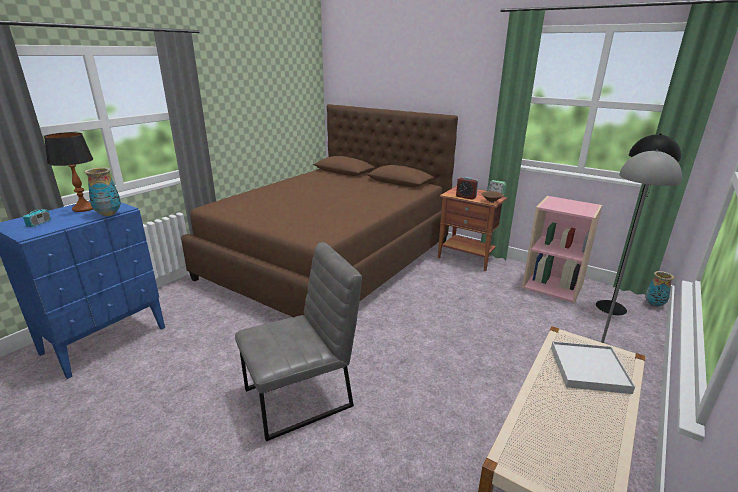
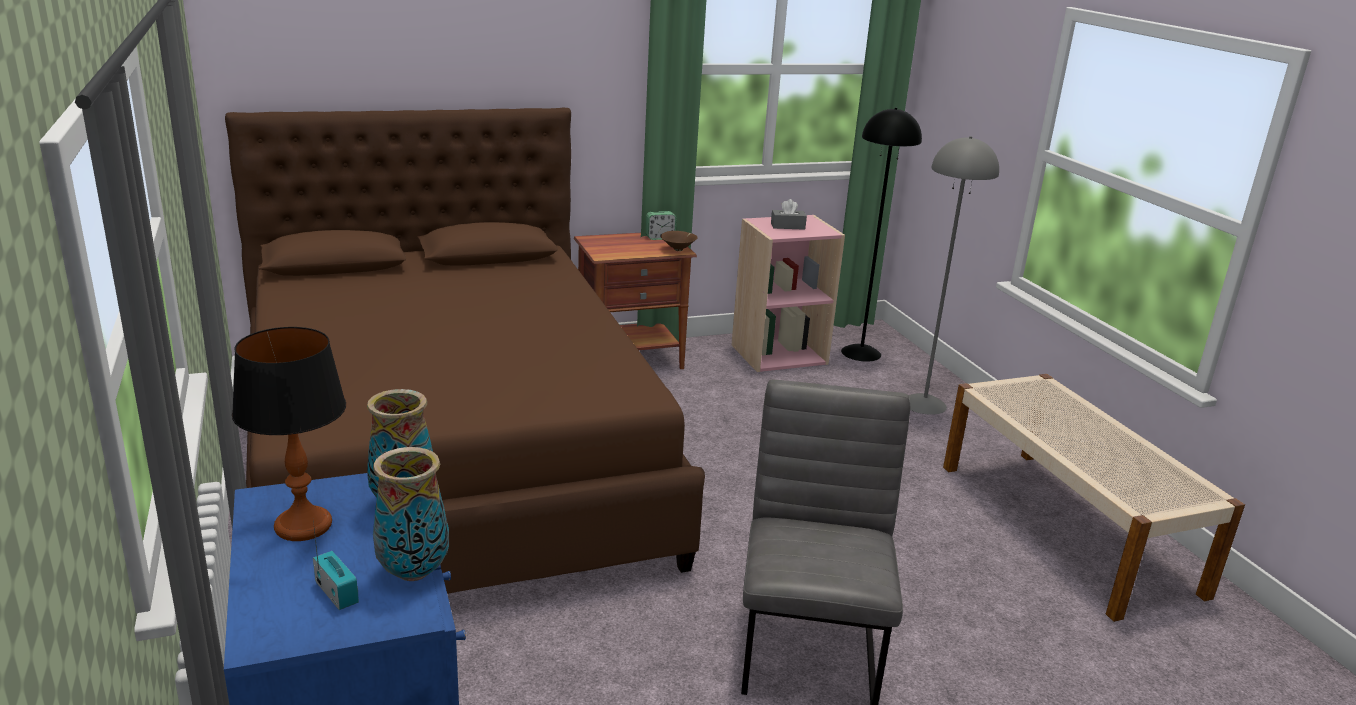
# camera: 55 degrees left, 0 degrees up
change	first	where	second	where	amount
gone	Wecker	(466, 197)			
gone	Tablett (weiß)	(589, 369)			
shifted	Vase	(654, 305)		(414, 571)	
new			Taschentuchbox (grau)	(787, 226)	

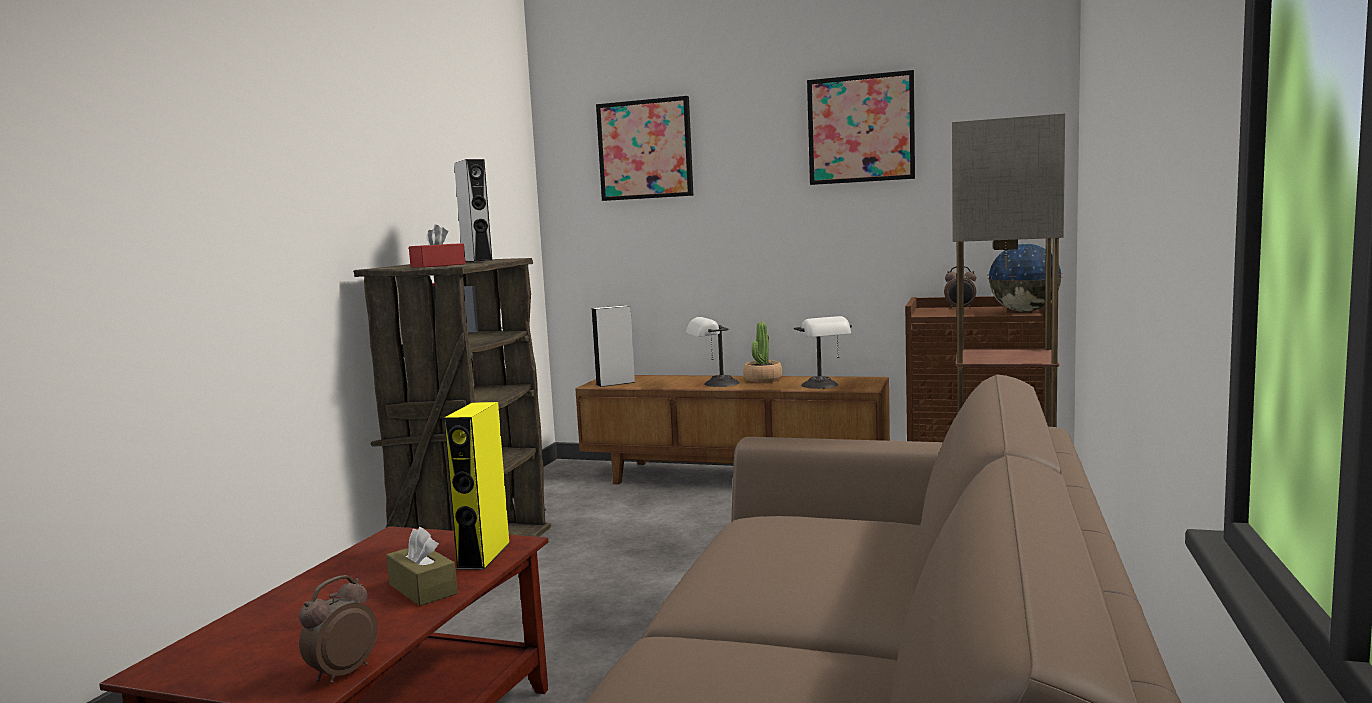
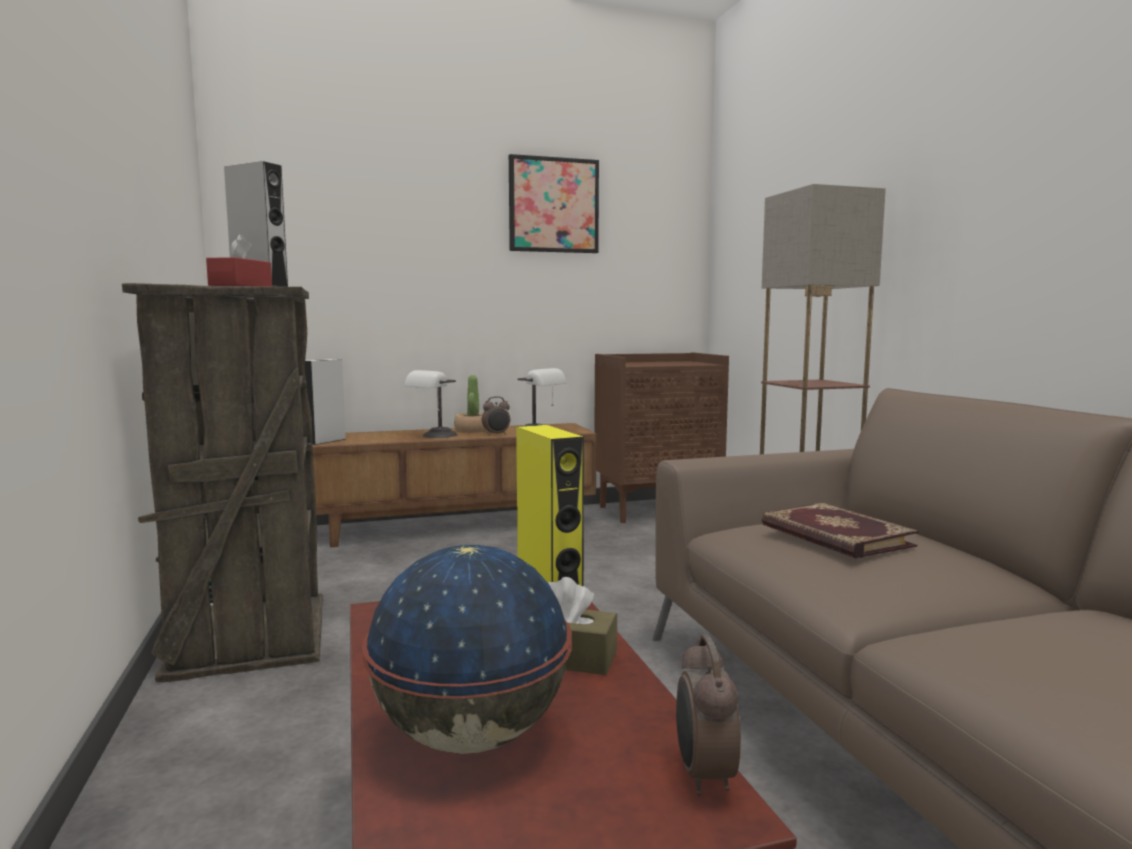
# camera: 35 degrees left, 0 degrees up
change	first	where	second	where	amount
gone	Bild	(645, 149)			
shifted	Wecker	(960, 308)		(496, 434)	
shifted	Globus	(1024, 311)		(470, 735)	
new			Buch	(834, 536)	

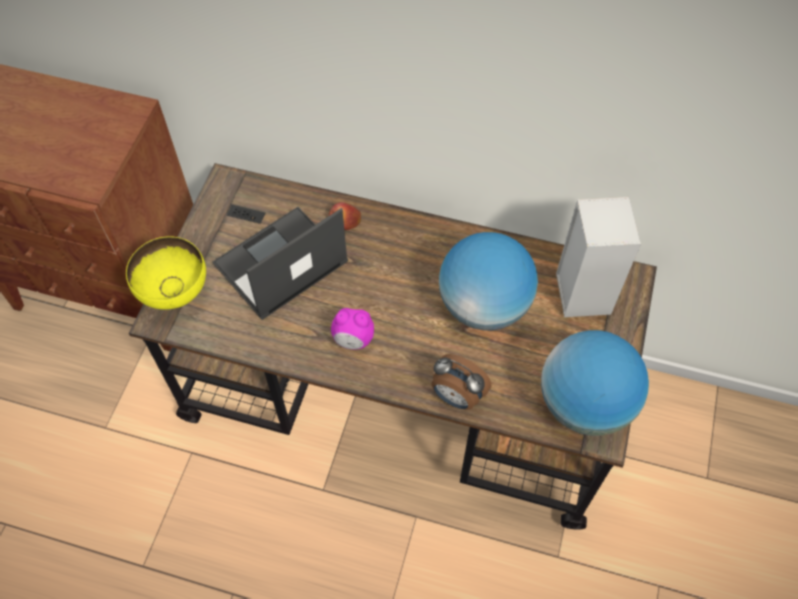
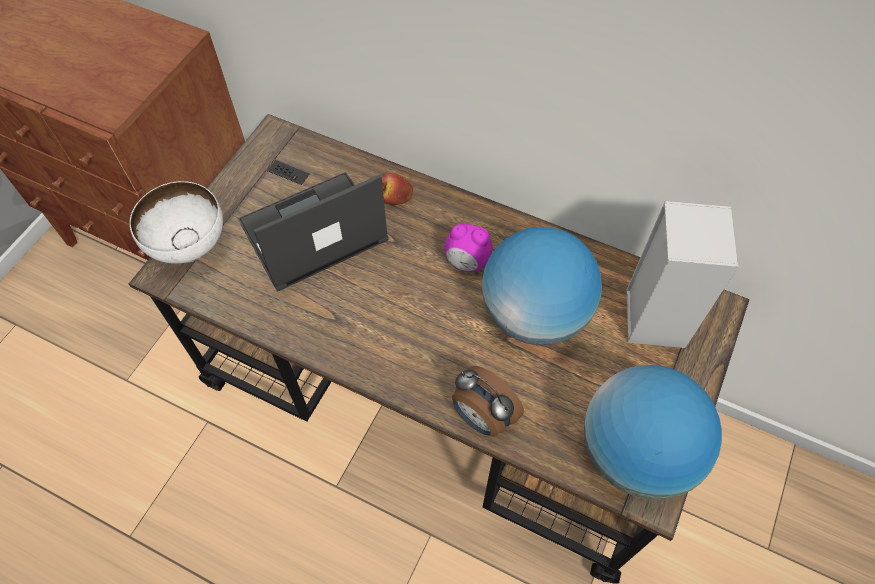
# camera: 10 degrees right, 0 degrees up
change	first	where	second	where	amount
repainted	Schüssel (gelb)	(175, 293)	Schüssel (weiß)	(190, 247)	
shifted	Wecker	(353, 340)		(467, 262)	

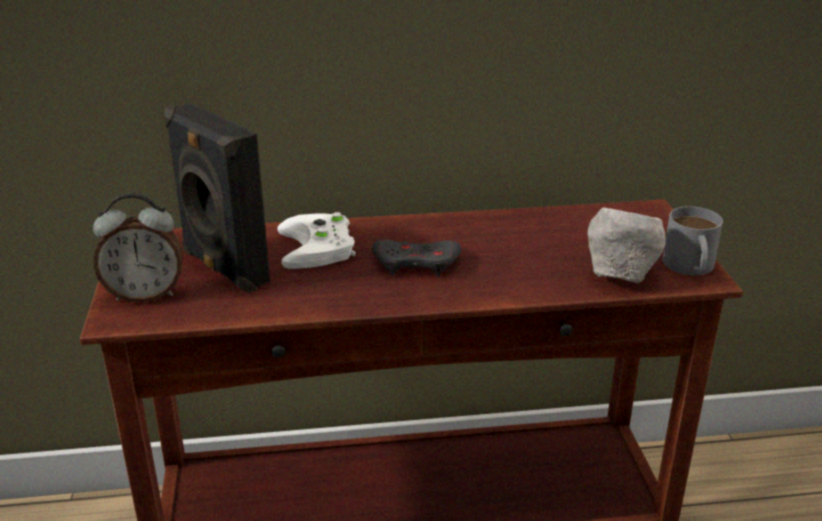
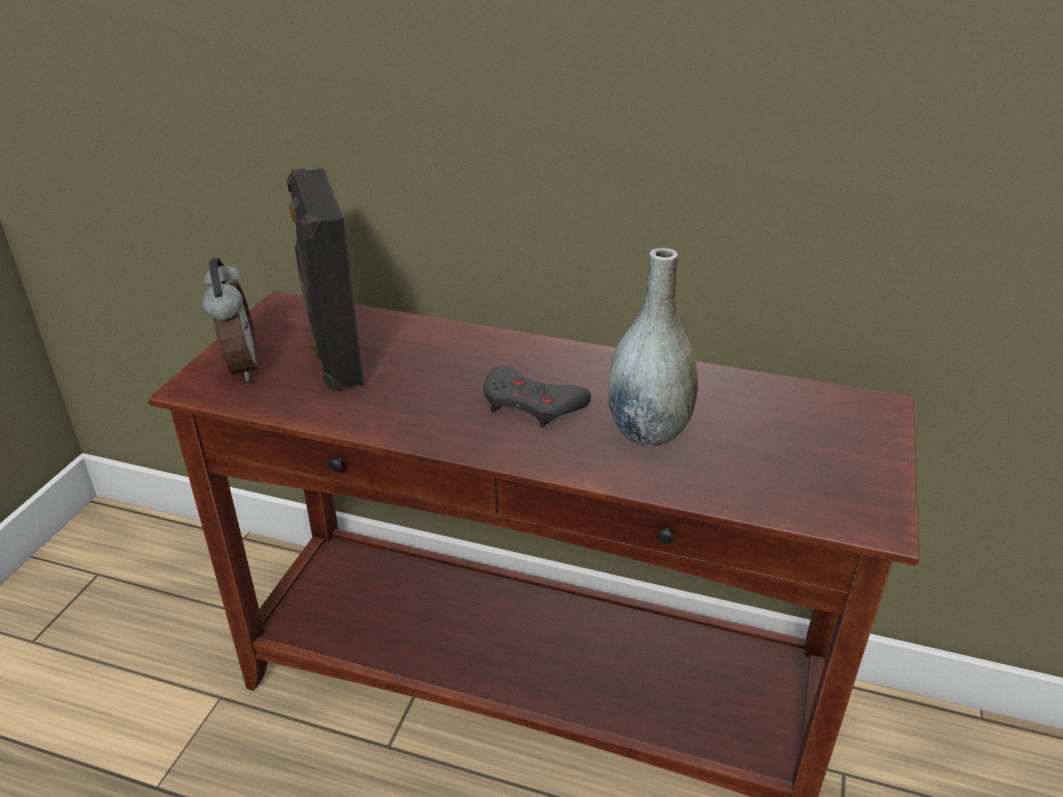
# camera: 25 degrees right, 5 degrees up
change	first	where	second	where	amount
rotated	Wecker	(145, 294)		(240, 367)	120 degrees counterclockwise
gone	Gamepad (weiß)	(320, 247)			
gone	Schüssel (grau)	(620, 278)			
gone	Henkelbecher (grau)	(690, 268)			
new			Vase (grau)	(648, 432)	

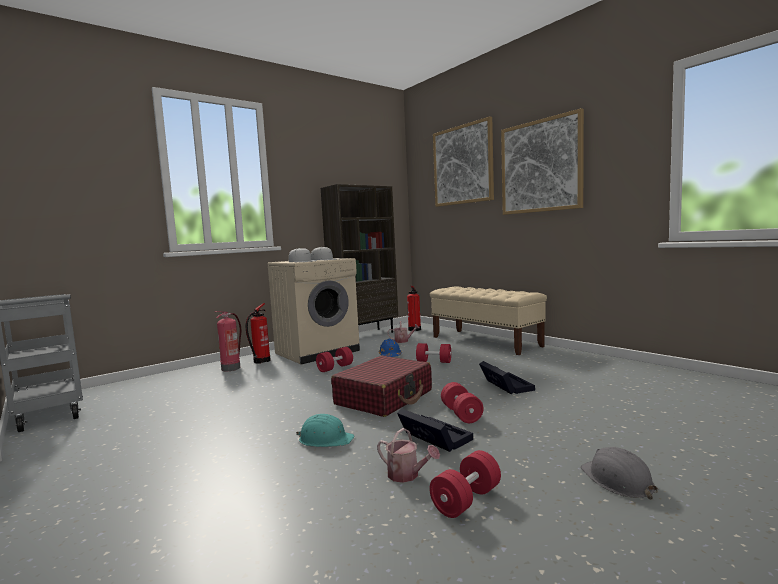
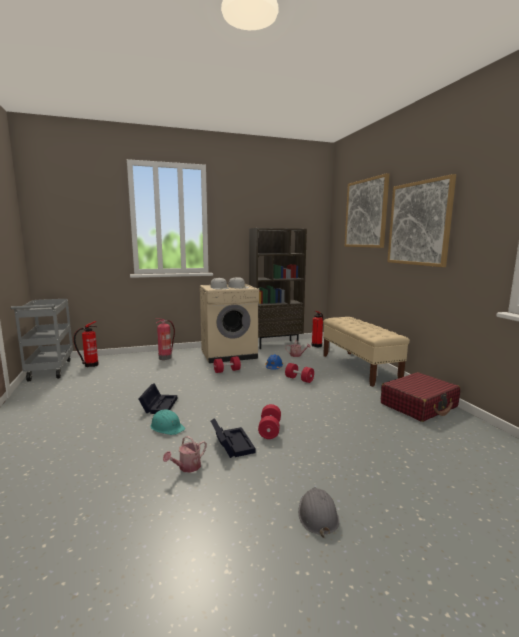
# camera: 20 degrees right, 5 degrees up
change	first	where	second	where	amount
shifted	Feuerlöscher	(260, 361)		(90, 365)	
shifted	Koffer (rot)	(384, 397)		(419, 405)	
rotated	Gießkanne	(407, 475)		(187, 467)	75 degrees clockwise
gone	Hantel (rot)	(466, 500)			
shifted	Aufbewahrungsbox (schwarz)	(505, 385)		(159, 405)	

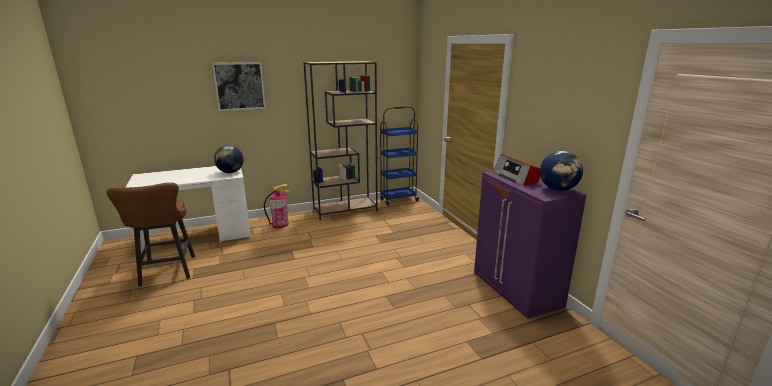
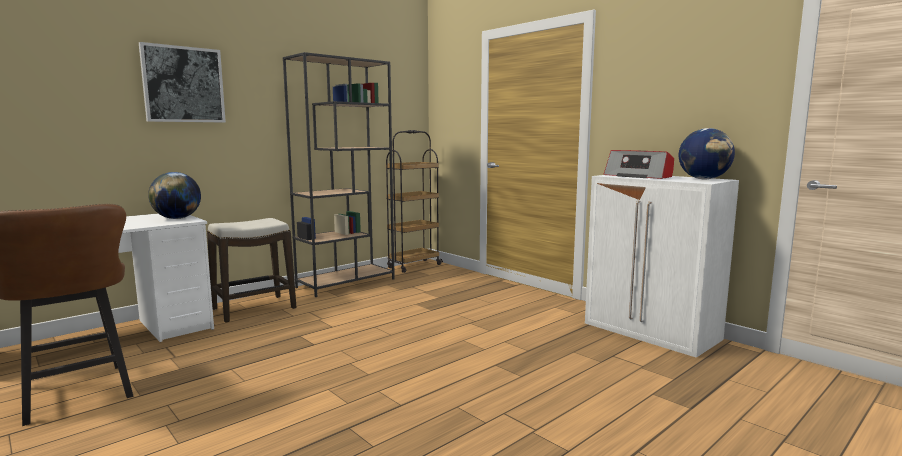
# camera: 20 degrees left, 10 degrees down
change	first	where	second	where	amount
swapped	Feuerlöscher	(280, 224)	Hocker	(254, 309)	
repainted	Rollwagen (blau)	(398, 200)	Rollwagen (braun)	(414, 266)	
repainted	Schrank (lila)	(517, 288)	Schrank (weiß)	(651, 331)	

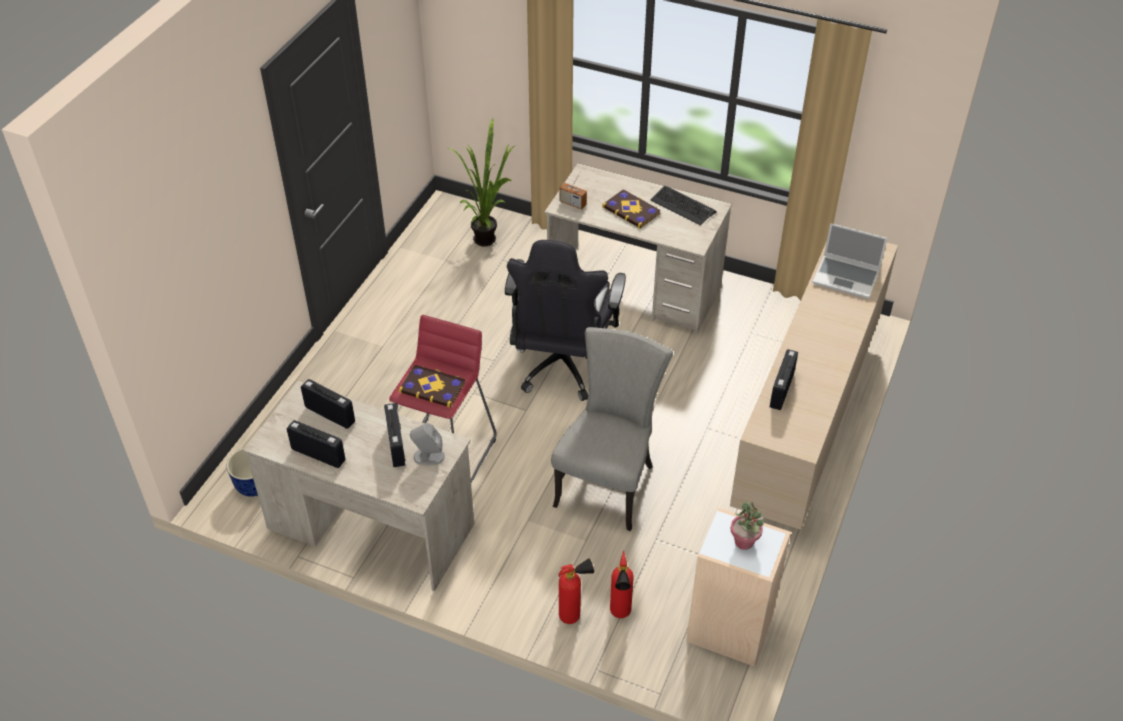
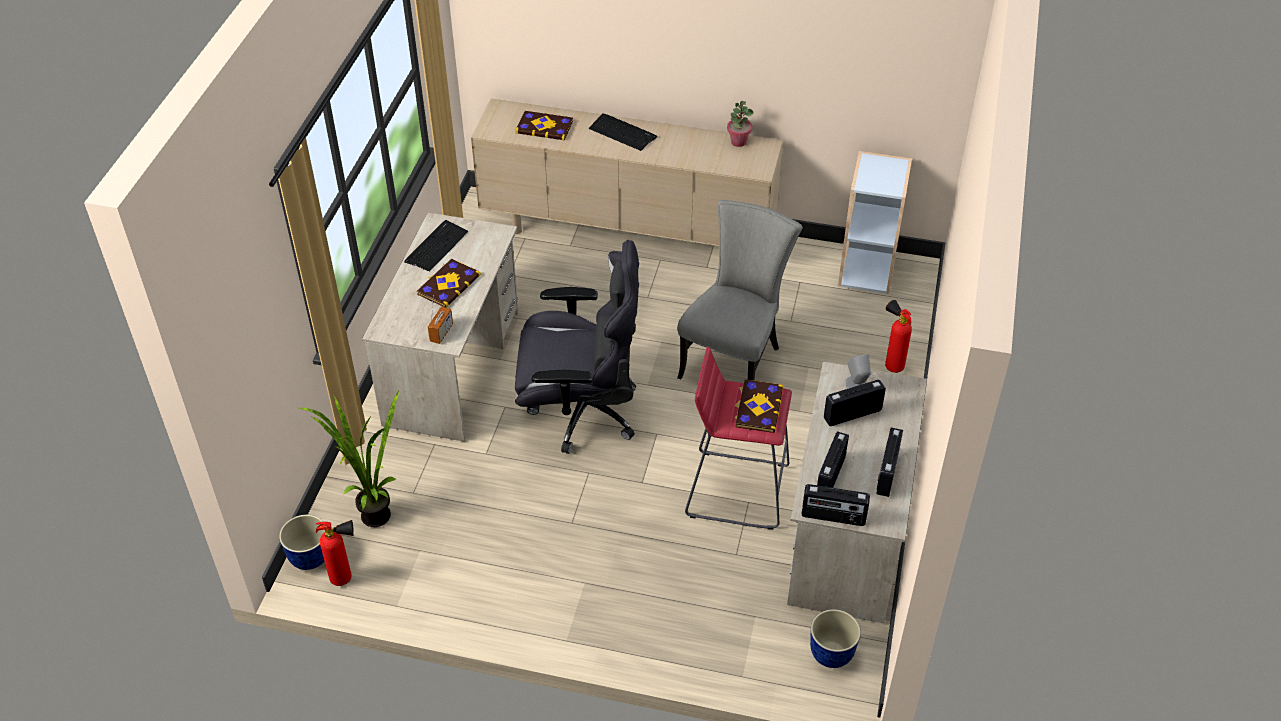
# camera: 100 degrees left, 0 degrees up
change	first	where	second	where	amount
rotated	Stuhl (grau)	(608, 481)		(734, 359)	105 degrees clockwise
shifted	Feuerlöscher	(620, 615)		(346, 578)	
shifted	Topfpflanze	(744, 542)		(738, 142)	
shifted	Radio	(781, 390)		(833, 517)	
swapped	Laptop	(847, 278)	Buch	(544, 127)	
new			Pflanzkübel	(309, 557)	
new			Tastatur	(622, 133)	

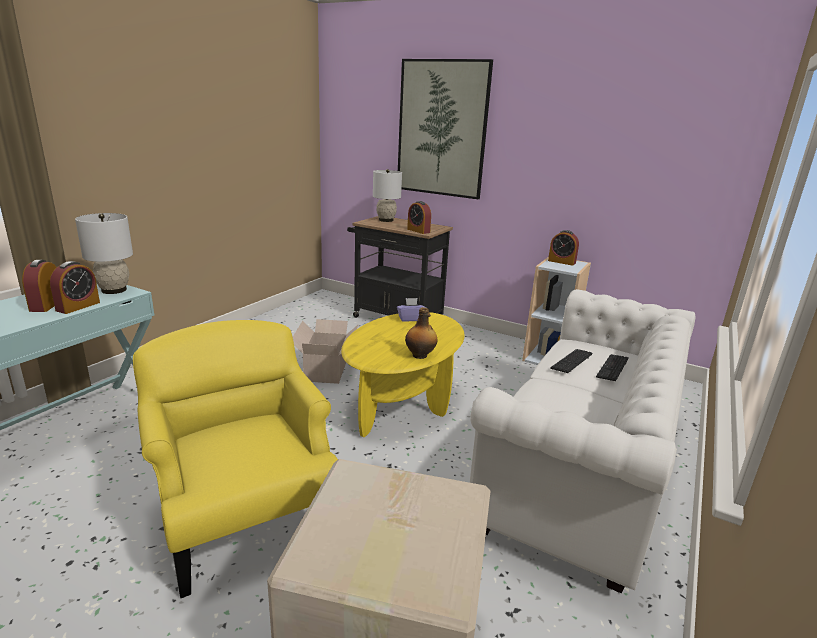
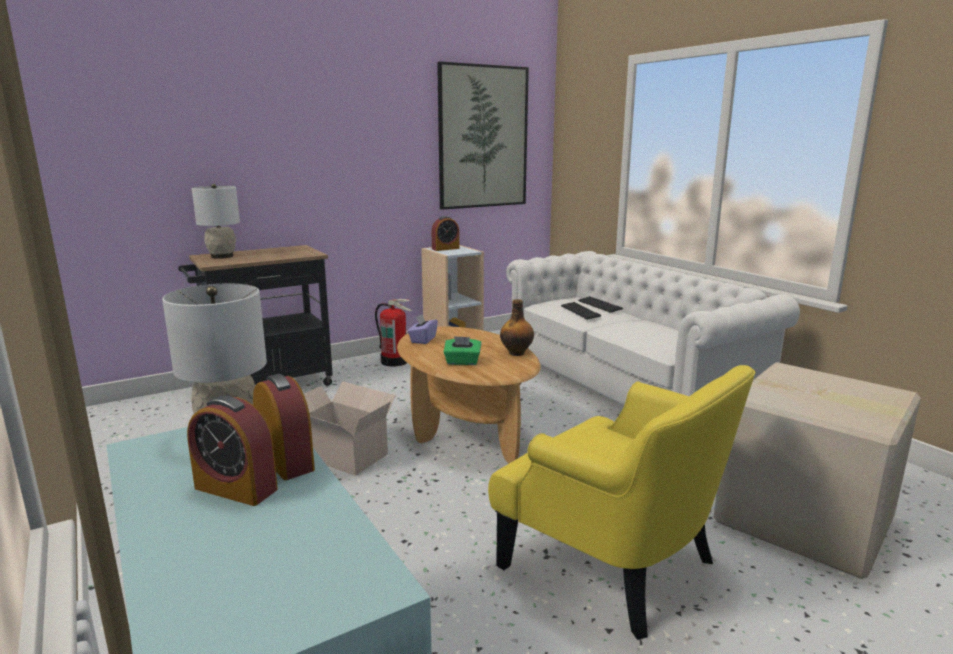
# camera: 60 degrees left, 5 degrees down
change	first	where	second	where	amount
rotated	Sessel (gelb)	(245, 516)		(614, 563)	135 degrees counterclockwise
repainted	Couchtisch (gelb)	(402, 402)	Couchtisch (braun)	(466, 430)	
shifted	Bild	(442, 129)		(483, 137)	
gone	Wecker	(418, 231)			
new			Feuerlöscher	(395, 361)	
new			Taschentuchbox (grün)	(462, 362)	

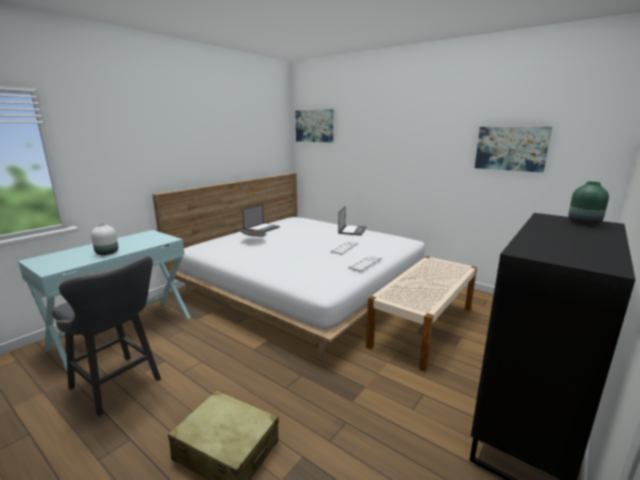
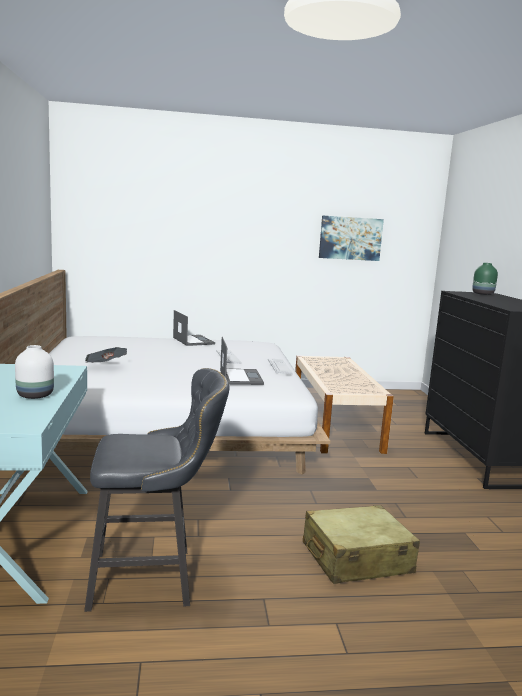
# camera: 45 degrees left, 5 degrees down
change	first	where	second	where	amount
shifted	Laptop	(261, 228)		(240, 377)	
gone	Bild	(314, 126)			

